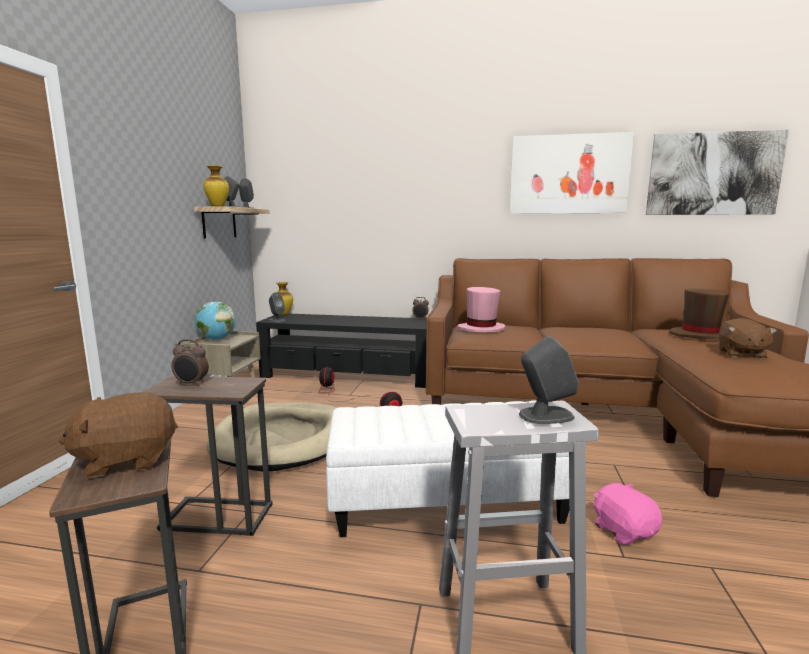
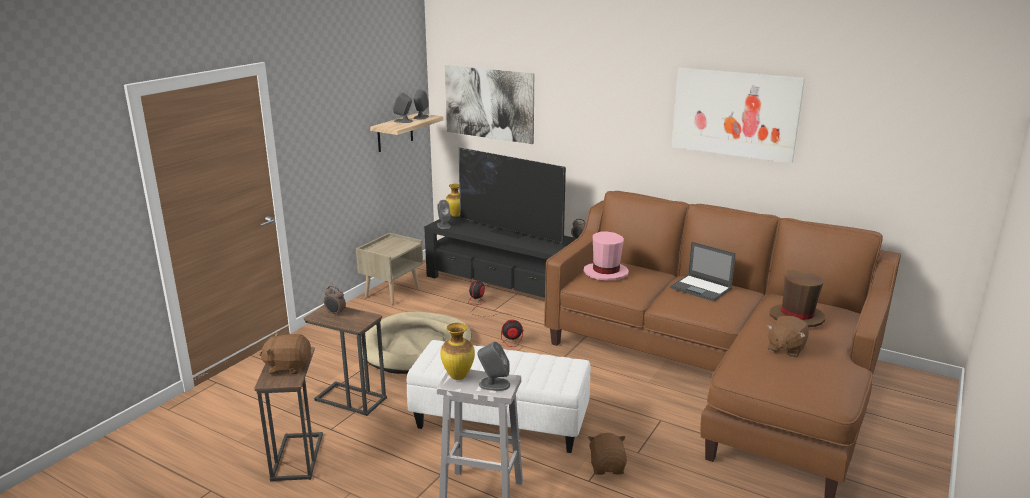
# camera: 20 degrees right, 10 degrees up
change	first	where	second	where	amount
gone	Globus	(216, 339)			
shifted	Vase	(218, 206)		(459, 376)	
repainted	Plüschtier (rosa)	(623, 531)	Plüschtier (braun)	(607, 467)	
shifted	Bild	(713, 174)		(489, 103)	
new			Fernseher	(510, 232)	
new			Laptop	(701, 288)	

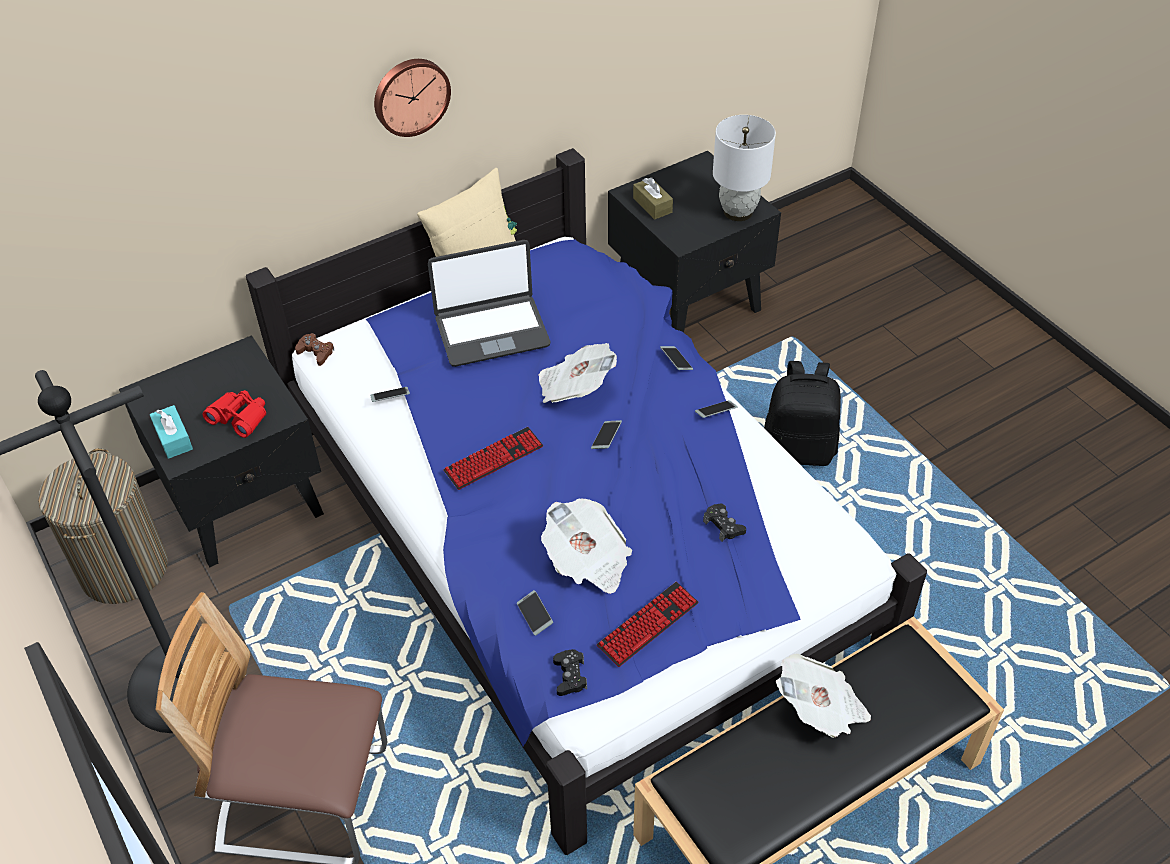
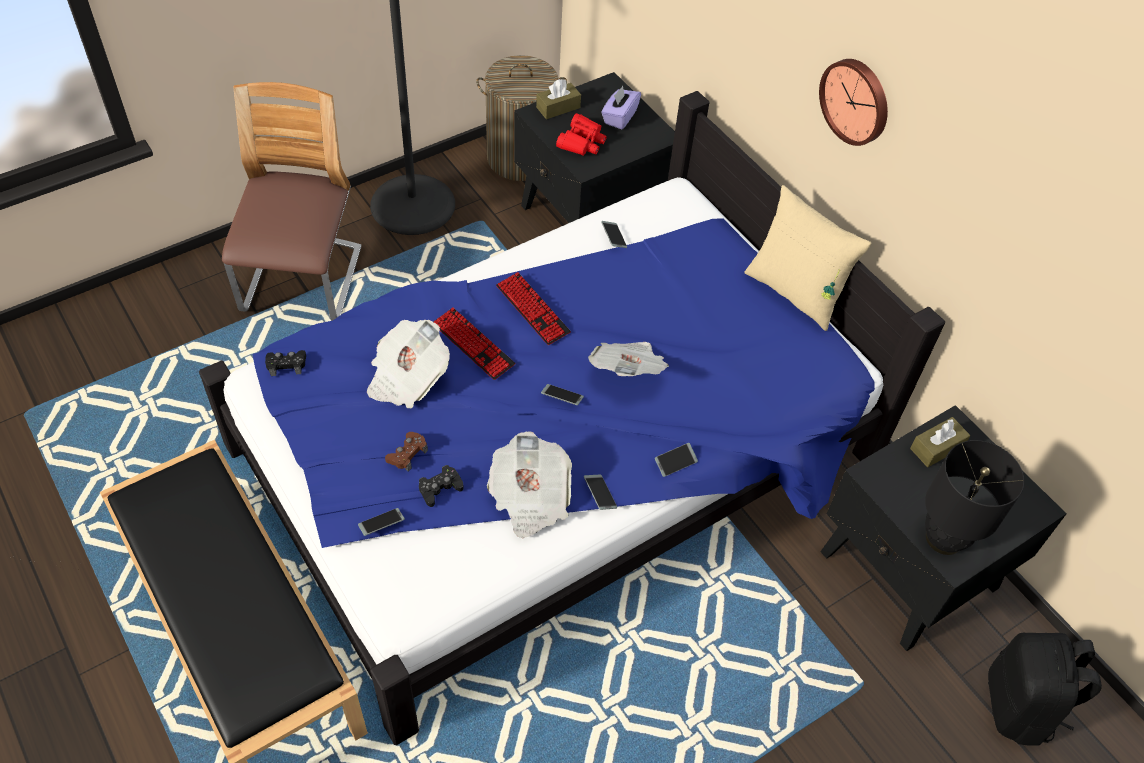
# camera: 85 degrees right, 5 degrees up
change	first	where	second	where	amount
repainted	Taschentuchbox (türkis)	(173, 438)	Taschentuchbox (braun)	(558, 107)	
shifted	Gamepad (braun)	(316, 352)		(407, 454)	
gone	Laptop	(491, 331)			
shifted	Handy	(535, 615)		(381, 524)	
shifted	Tastatur	(648, 625)		(473, 344)	
repainted	Tischlampe (weiß)	(738, 212)	Tischlampe (schwarz)	(944, 538)	
shifted	Rucksack (schwarz)	(799, 449)		(1020, 707)	
shifted	Zeitung	(821, 709)		(530, 498)	
new			Taschentuchbox (lila)	(619, 117)	

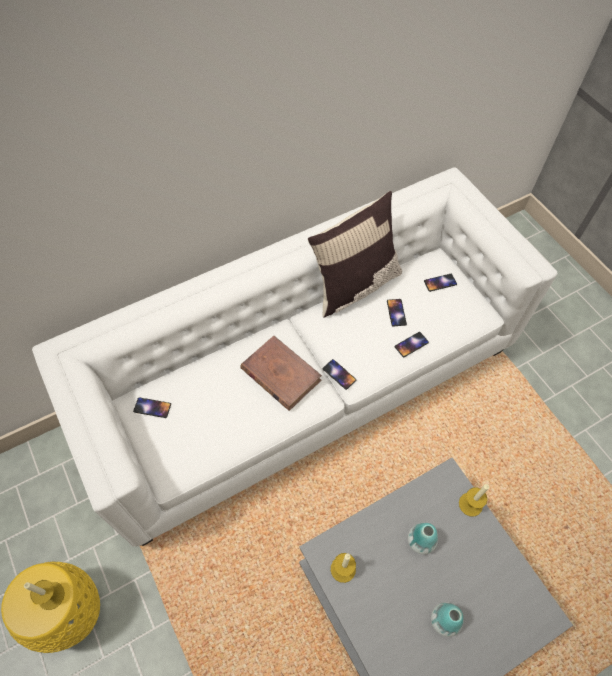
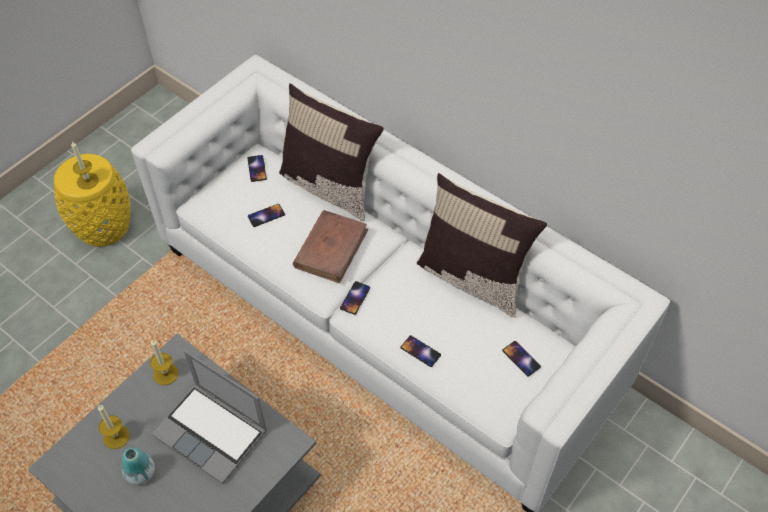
# camera: 70 degrees right, 5 degrees down
change	first	where	second	where	amount
shifted	Handy	(396, 312)		(266, 215)	
swapped	Vase	(420, 541)	Laptop	(212, 433)	
shifted	Kerze	(470, 504)		(116, 437)	
new			Kissen	(330, 187)	

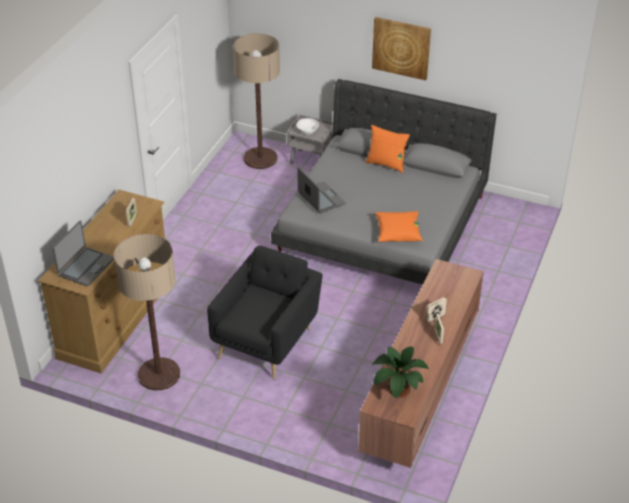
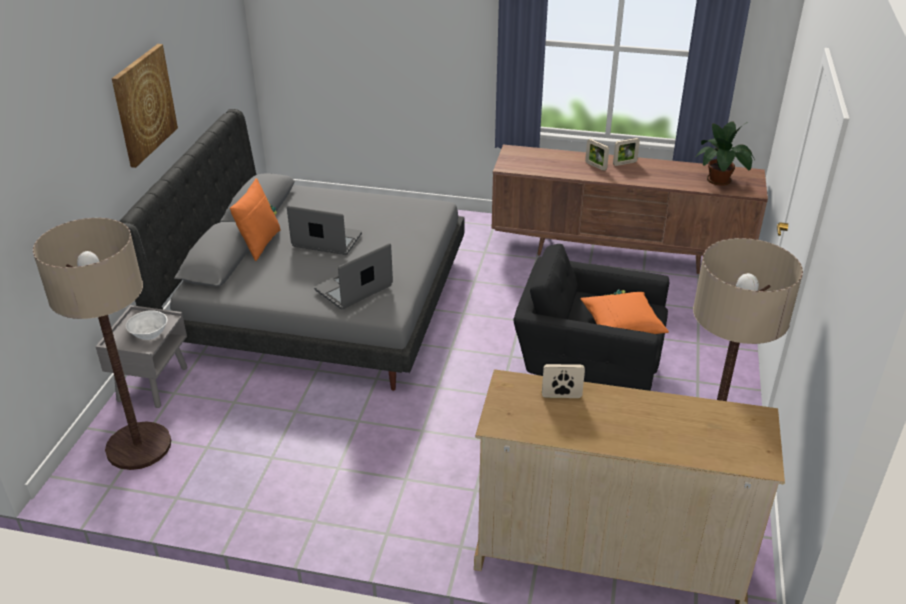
# camera: 100 degrees left, 5 degrees down
change	first	where	second	where	amount
shifted	Laptop	(85, 267)		(326, 241)	
shifted	Kissen (orange)	(398, 233)		(622, 326)	

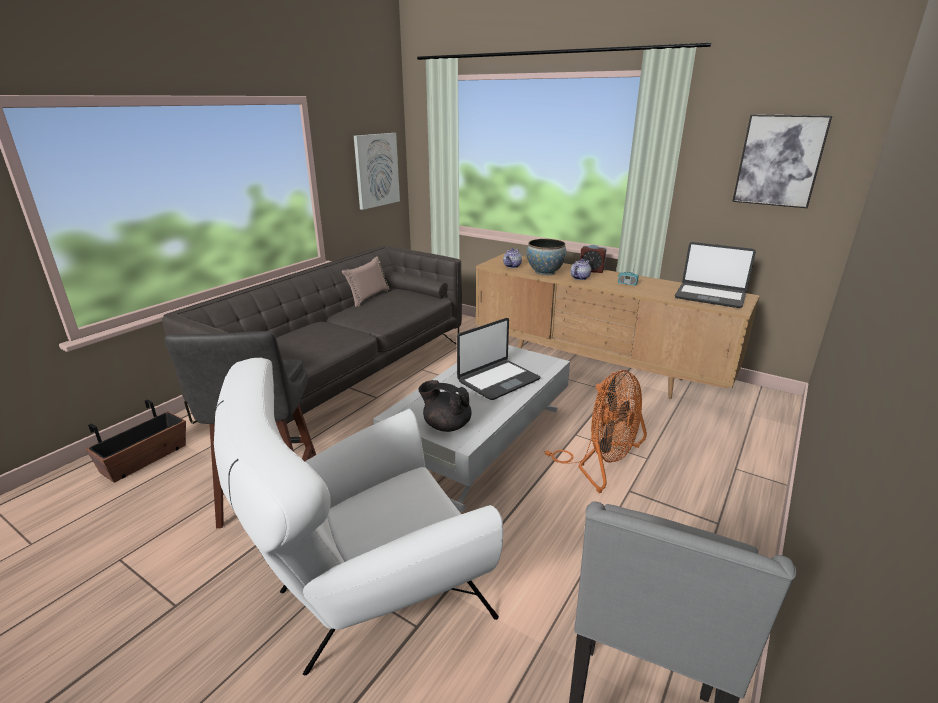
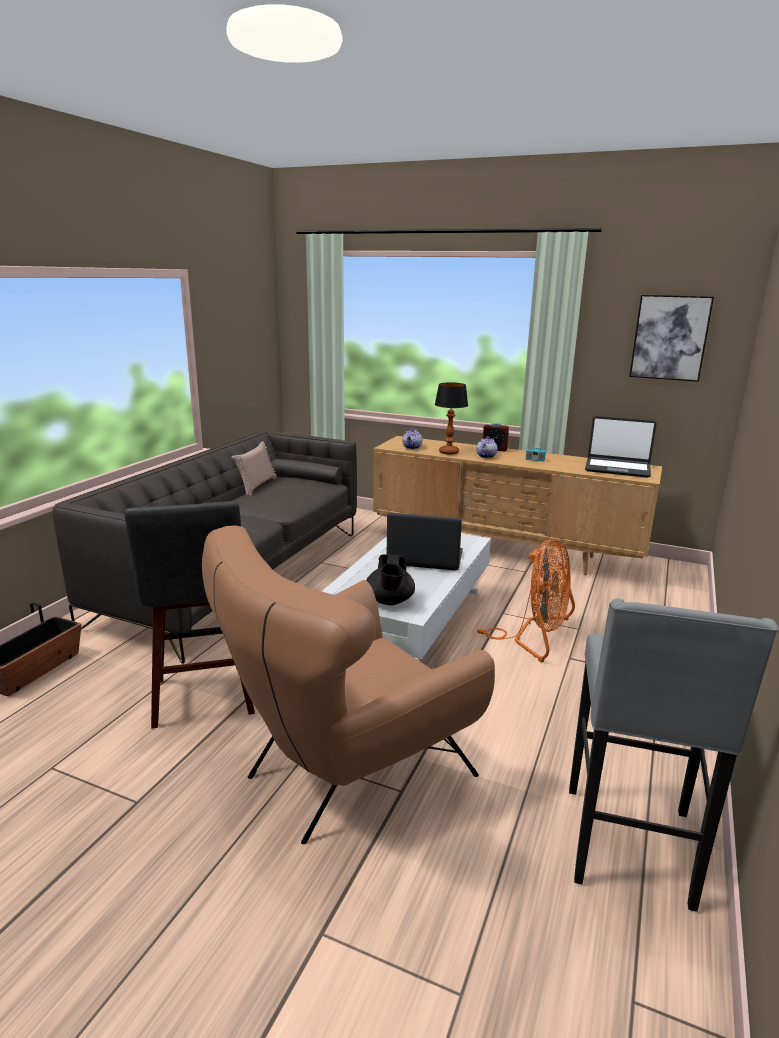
# camera: 10 degrees left, 5 degrees down
change	first	where	second	where	amount
repainted	Sessel (weiß)	(366, 600)	Sessel (braun)	(342, 774)	
gone	Bild	(376, 170)			
rotated	Teekanne (schwarz)	(446, 425)		(389, 601)	105 degrees counterclockwise
rotated	Laptop	(498, 380)		(425, 559)	120 degrees counterclockwise
swapped	Schüssel	(545, 272)	Tischlampe	(448, 452)	

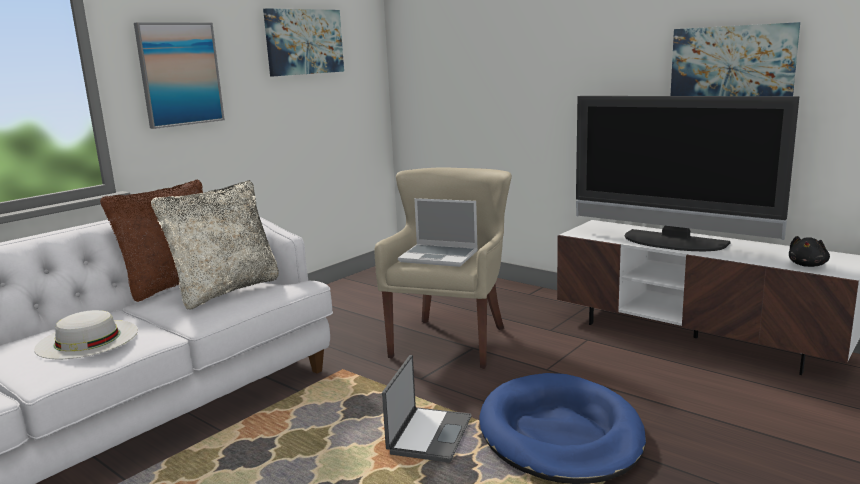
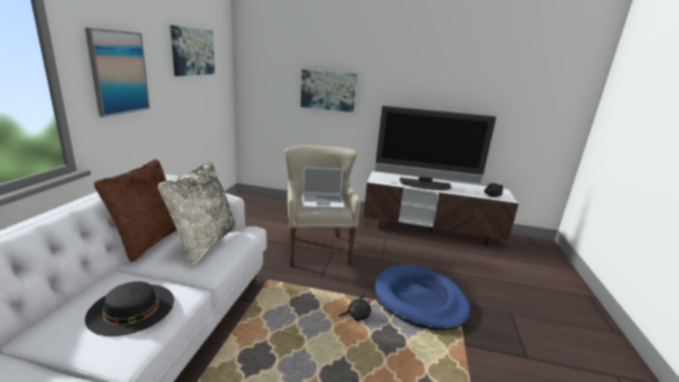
# camera: 30 degrees left, 5 degrees up
change	first	where	second	where	amount
repainted	Hut (weiß)	(87, 339)	Hut (schwarz)	(131, 308)	
swapped	Laptop	(428, 435)	Plüschtier (schwarz)	(356, 316)	
shifted	Bild	(732, 66)		(328, 90)	

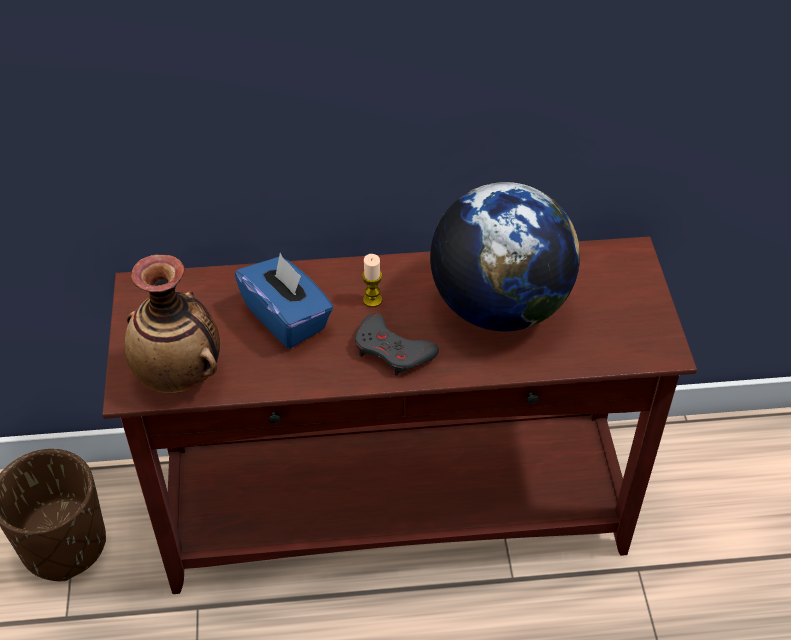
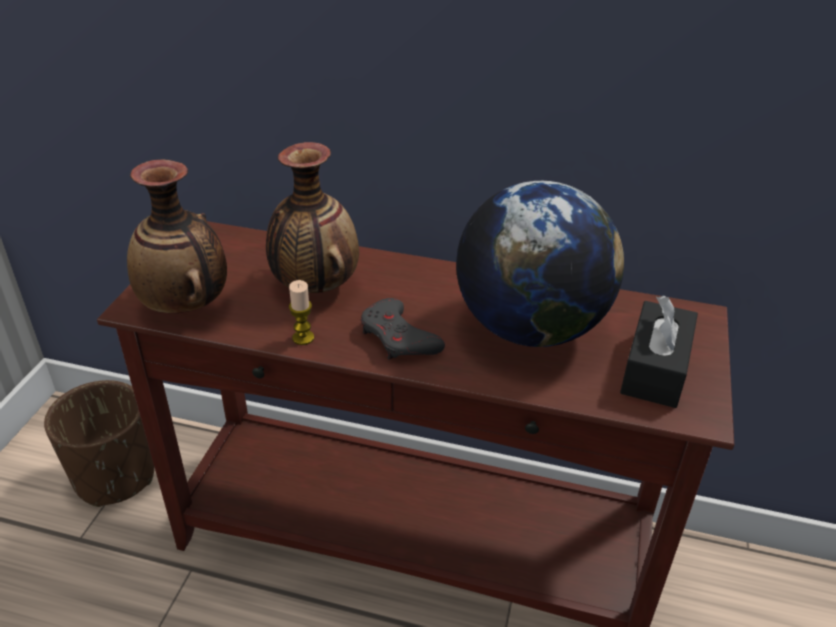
# camera: 20 degrees right, 10 degrees down
change	first	where	second	where	amount
swapped	Taschentuchbox (blau)	(287, 318)	Vase	(314, 286)	
shifted	Kerze	(372, 300)		(303, 338)	
new			Taschentuchbox (schwarz)	(655, 369)	

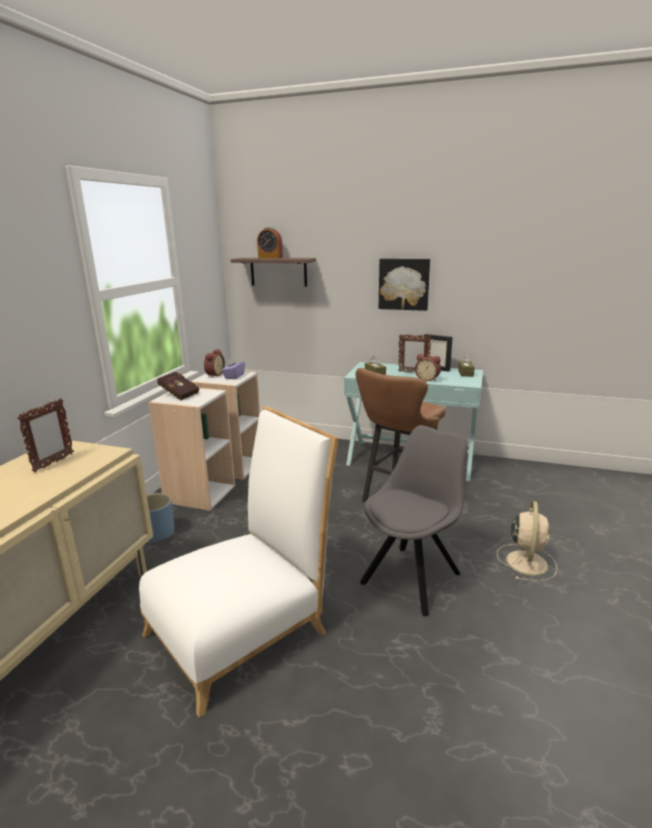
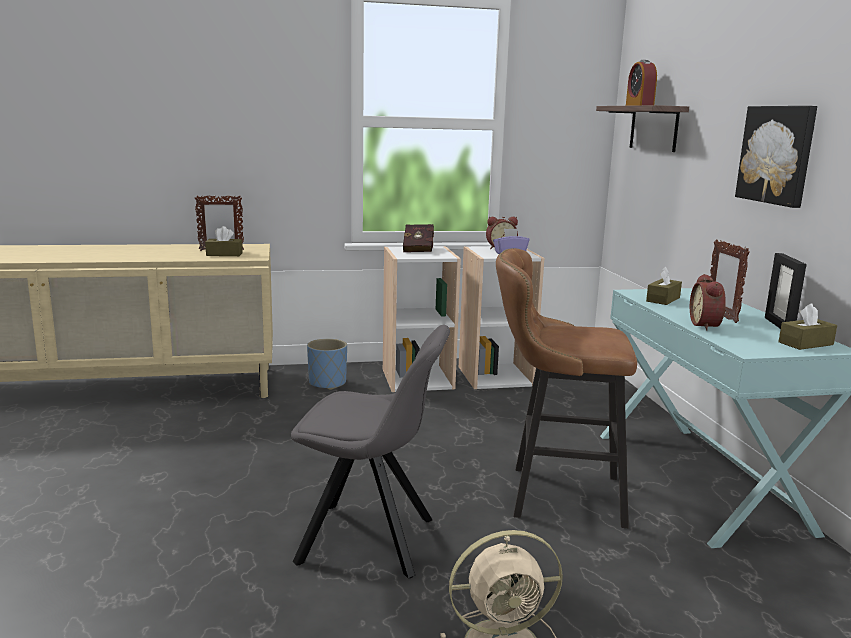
# camera: 60 degrees right, 5 degrees down
change	first	where	second	where	amount
gone	Stuhl (weiß)	(245, 627)			
new			Taschentuchbox (braun)	(224, 254)	

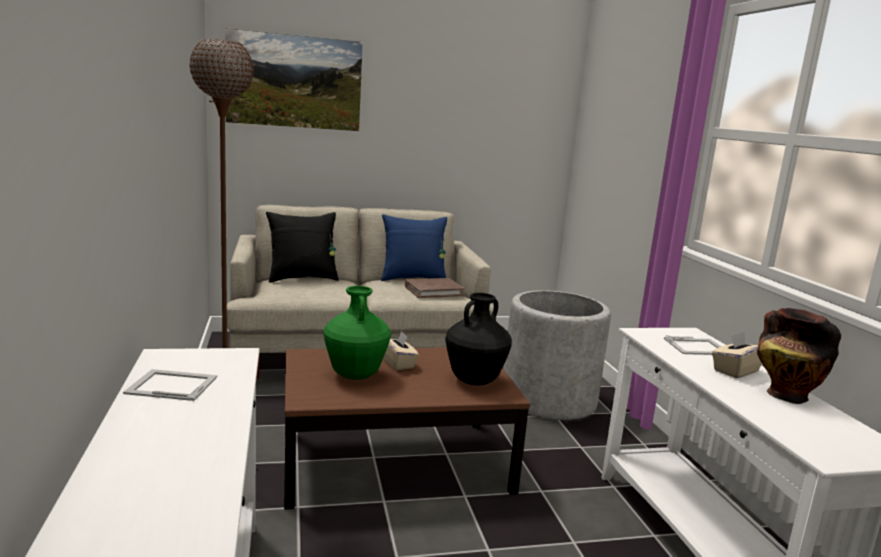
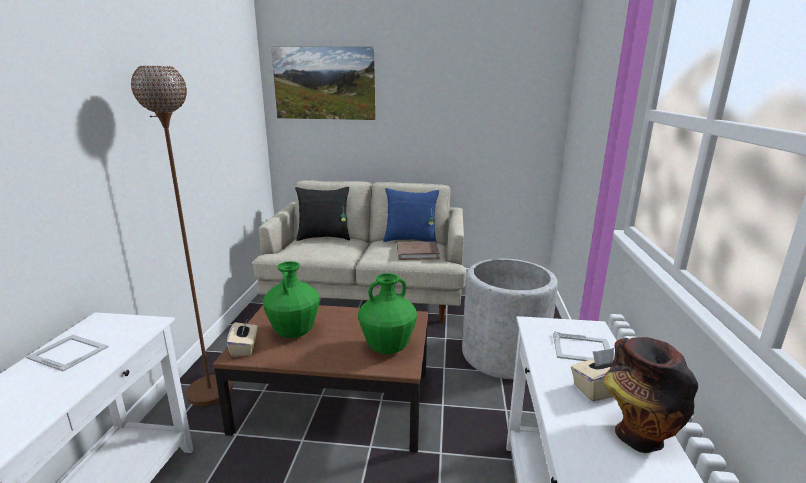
# camera: 20 degrees right, 5 degrees up
change	first	where	second	where	amount
shifted	Taschentuchbox (beige)	(398, 363)		(244, 348)	
repainted	Vase (schwarz)	(474, 381)	Vase (grün)	(387, 348)	

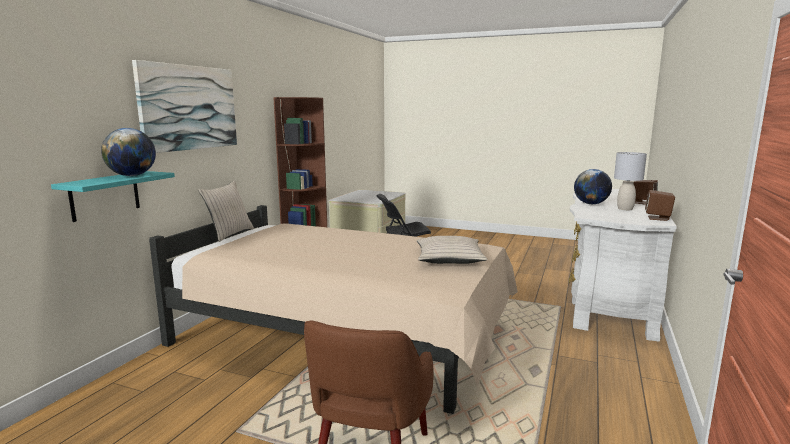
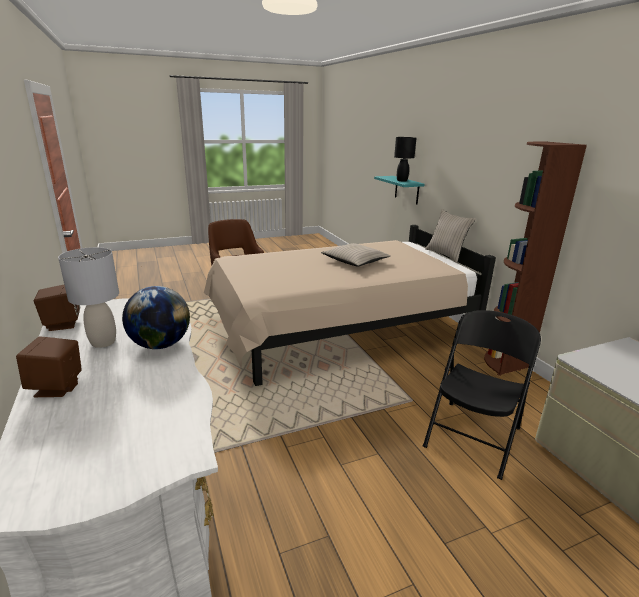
# camera: 135 degrees right, 10 degrees up
change	first	where	second	where	amount
swapped	Globus	(132, 175)	Tischlampe (schwarz)	(401, 180)	
gone	Bild	(189, 107)			
shifted	Kissen (beige)	(449, 259)		(355, 261)	

